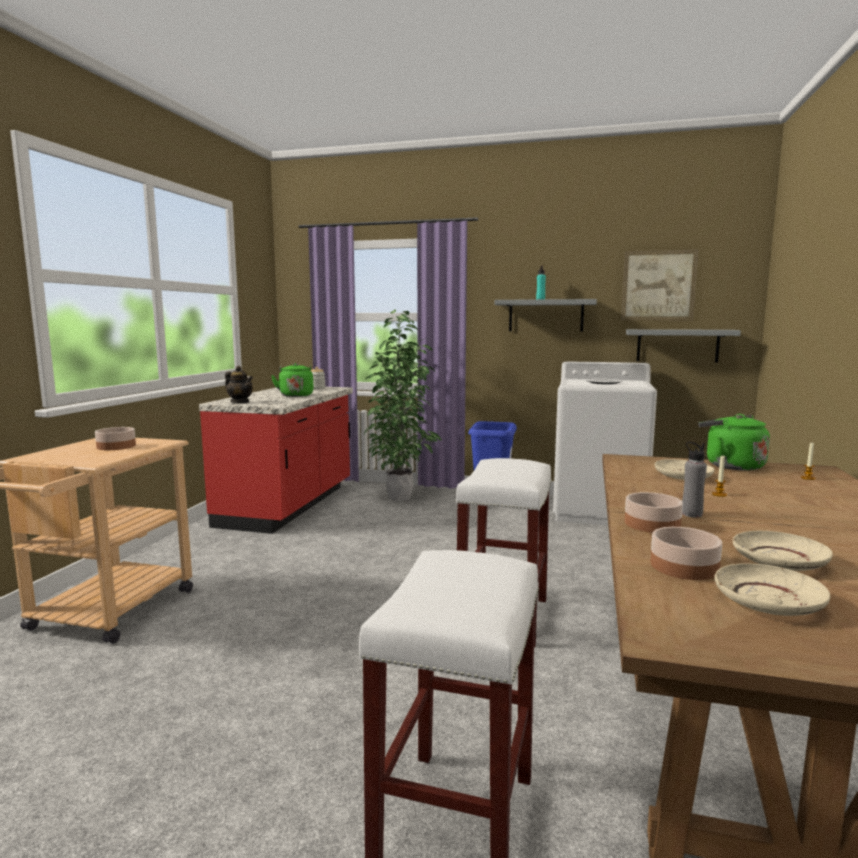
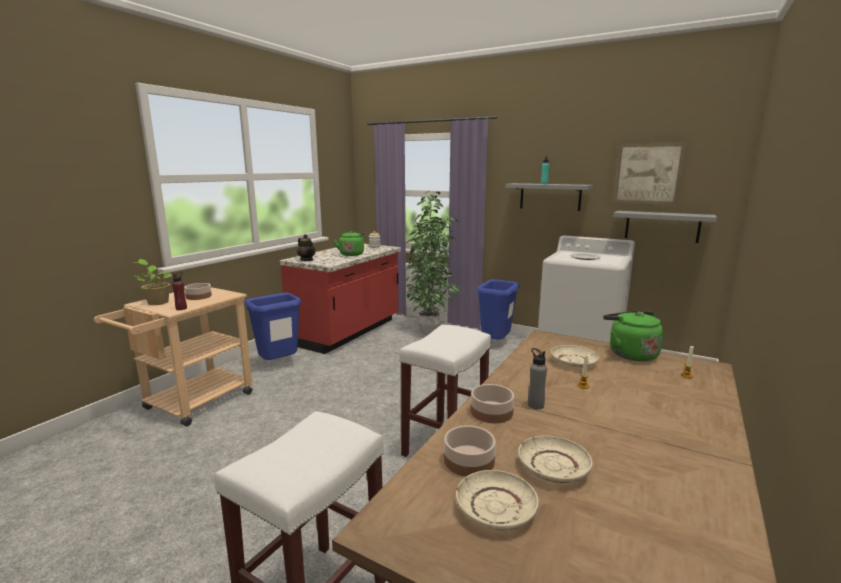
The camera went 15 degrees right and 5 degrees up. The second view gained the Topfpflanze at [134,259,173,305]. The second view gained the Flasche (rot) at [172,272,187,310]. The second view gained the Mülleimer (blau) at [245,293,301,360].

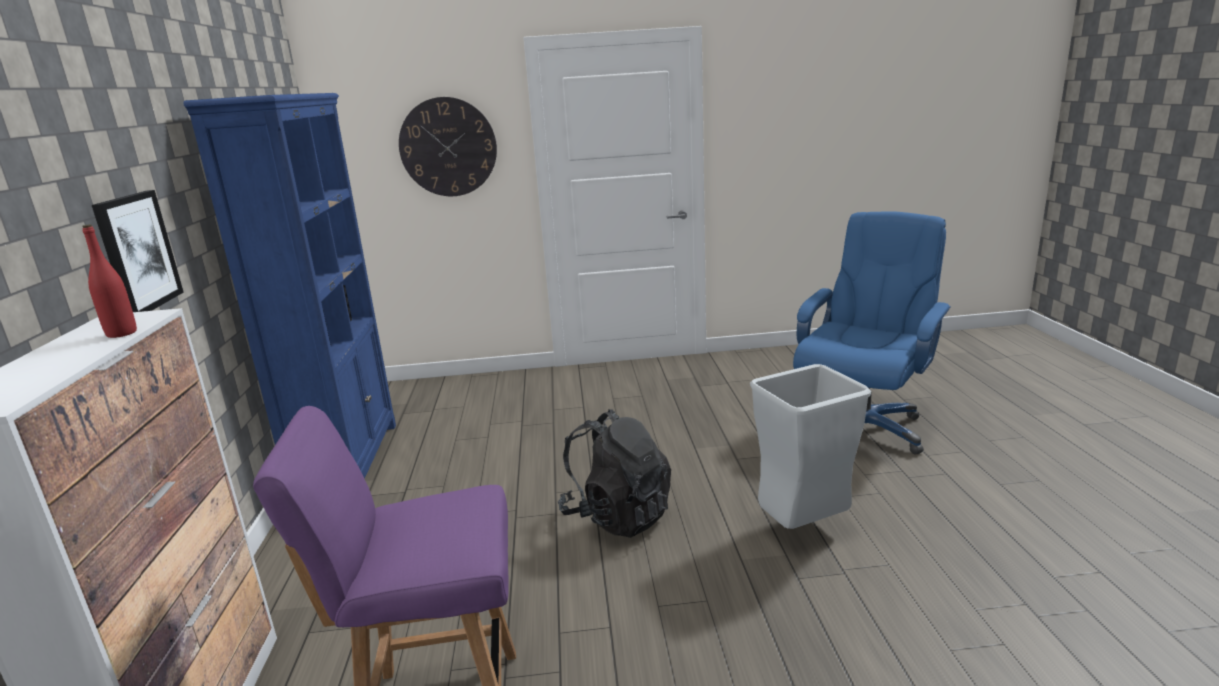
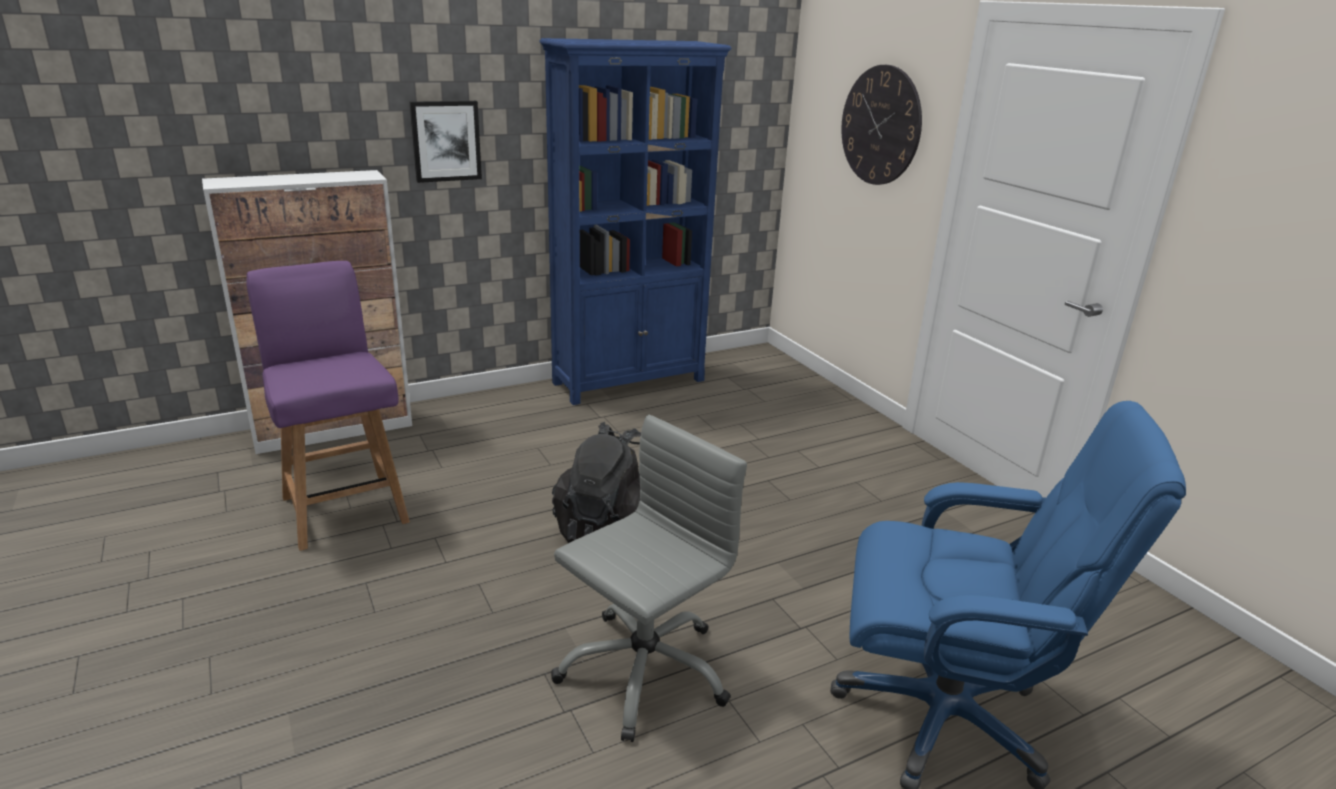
The camera went 65 degrees right and 5 degrees up. The second view lost the Flasche (rot) at [82,224,137,338]. Where the Mülleimer (grau) stood at [750,364,871,529], the Bürostuhl (grau) came to stand at [551,414,747,742].

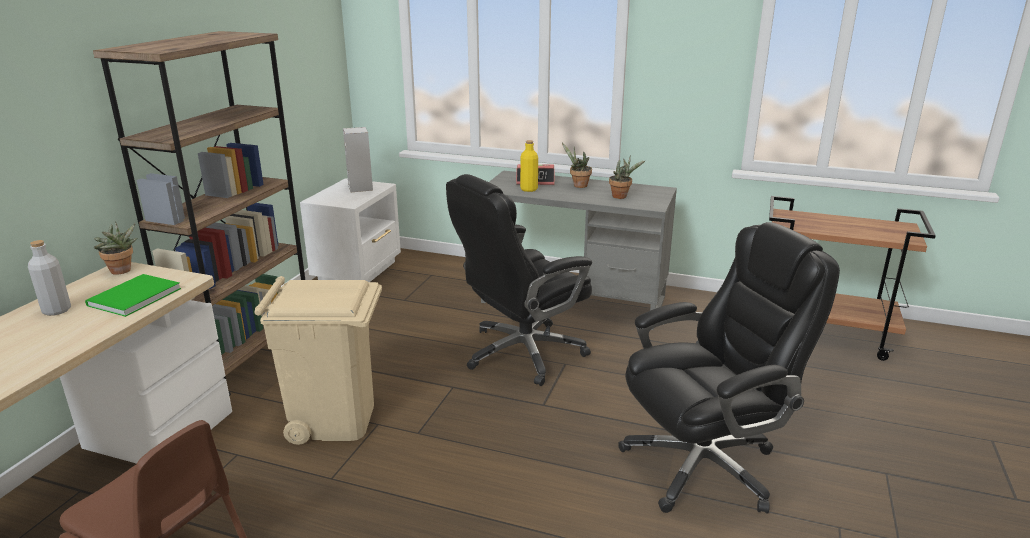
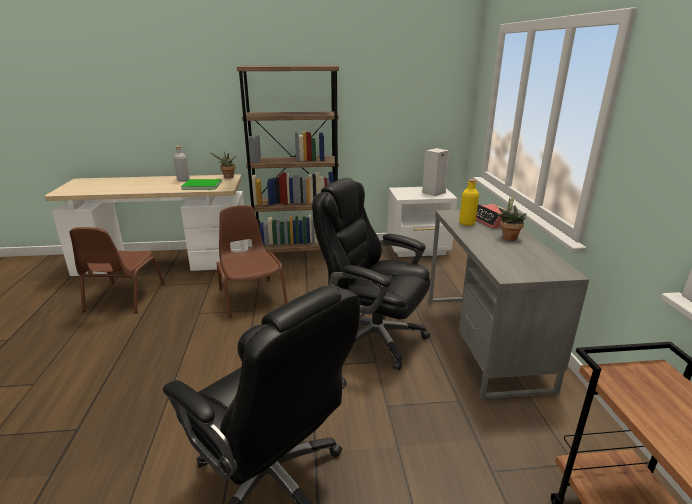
The camera went 65 degrees right and 0 degrees up. The second view lost the Topfpflanze at [609,155,645,199]. Where the Mülleimer (beige) stood at [255,276,382,445], the Stuhl (braun) came to stand at [217,205,288,318].

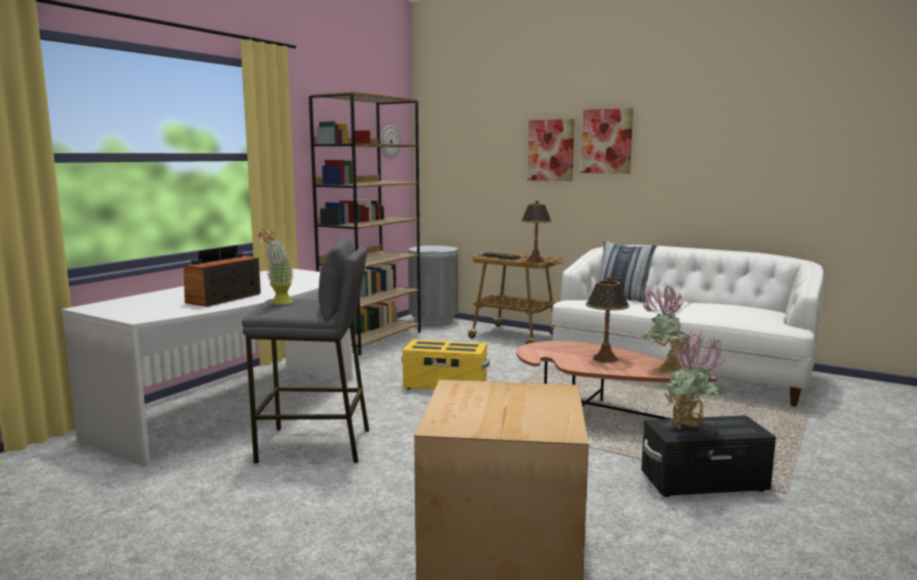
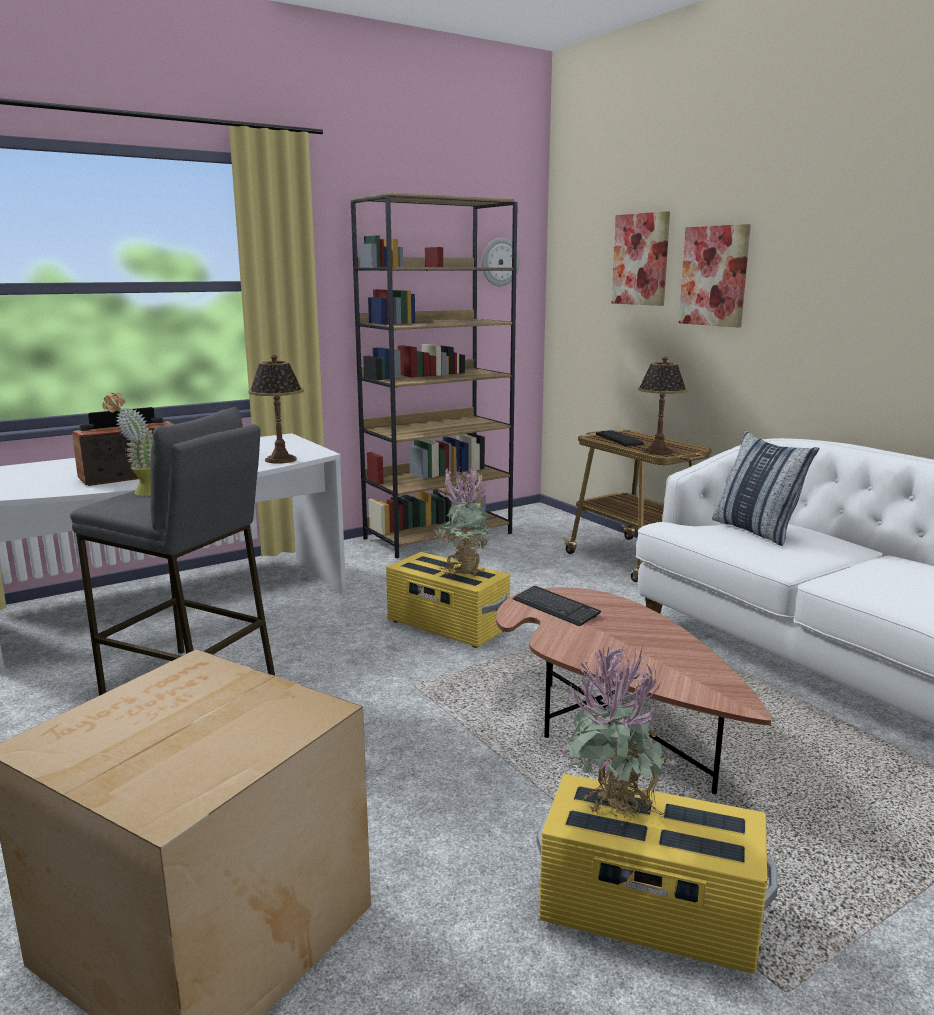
The camera went 25 degrees right and 5 degrees up. The Bild ended up elsewhere, having gone from [581,108,633,174] to [611,211,670,306]. The second view lost the Mülleimer (grau) at [408,245,458,326]. The Tischlampe ended up elsewhere, having gone from [586,277,630,363] to [248,355,304,464]. The Topfpflanze ended up elsewhere, having gone from [640,282,687,373] to [433,466,493,576]. What was the Aufbewahrungsbox (schwarz) at [641,415,776,497] turned into the Aufbewahrungsbox (gelb) at [537,774,778,974]. The second view gained the Tastatur at [513,586,601,626].

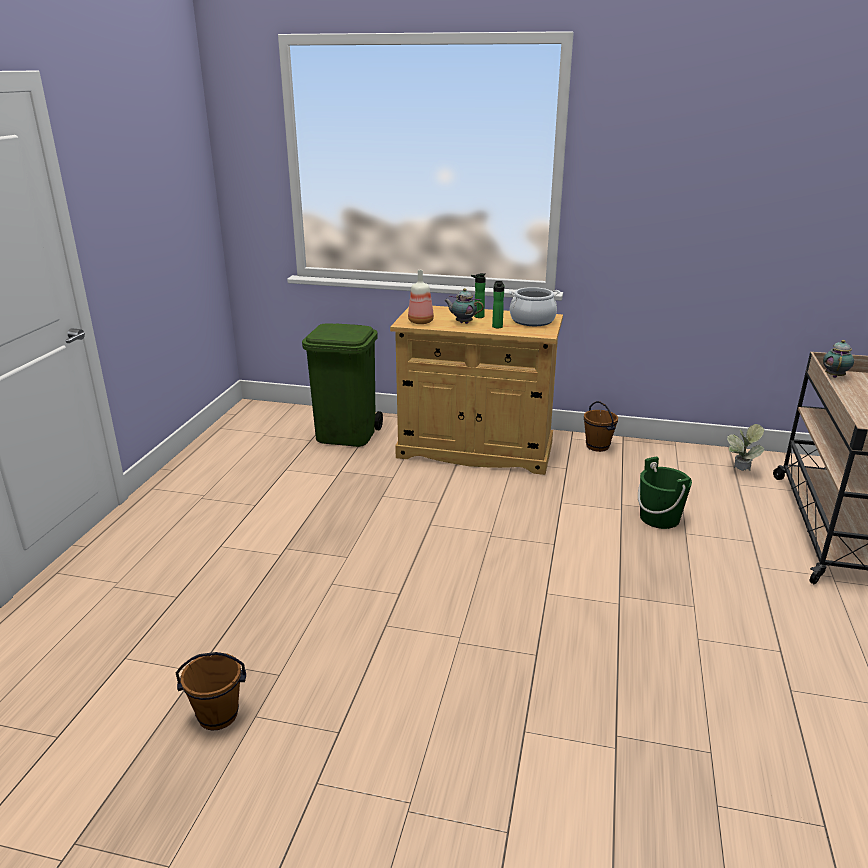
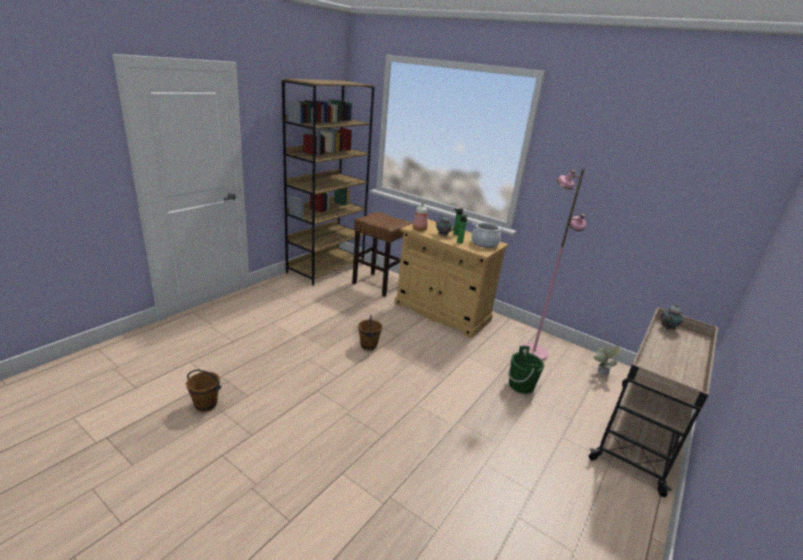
The camera went 20 degrees right and 0 degrees up. Where the Mülleimer (grün) stood at [302,323,383,447], the Hocker (braun) came to stand at [352,212,412,297]. The Eimer (braun) ended up elsewhere, having gone from [584,401,618,452] to [358,315,382,350]. The second view gained the Bücherregal (braun) at [282,79,374,286]. The second view gained the Stehlampe (rosa) at [521,169,586,361].

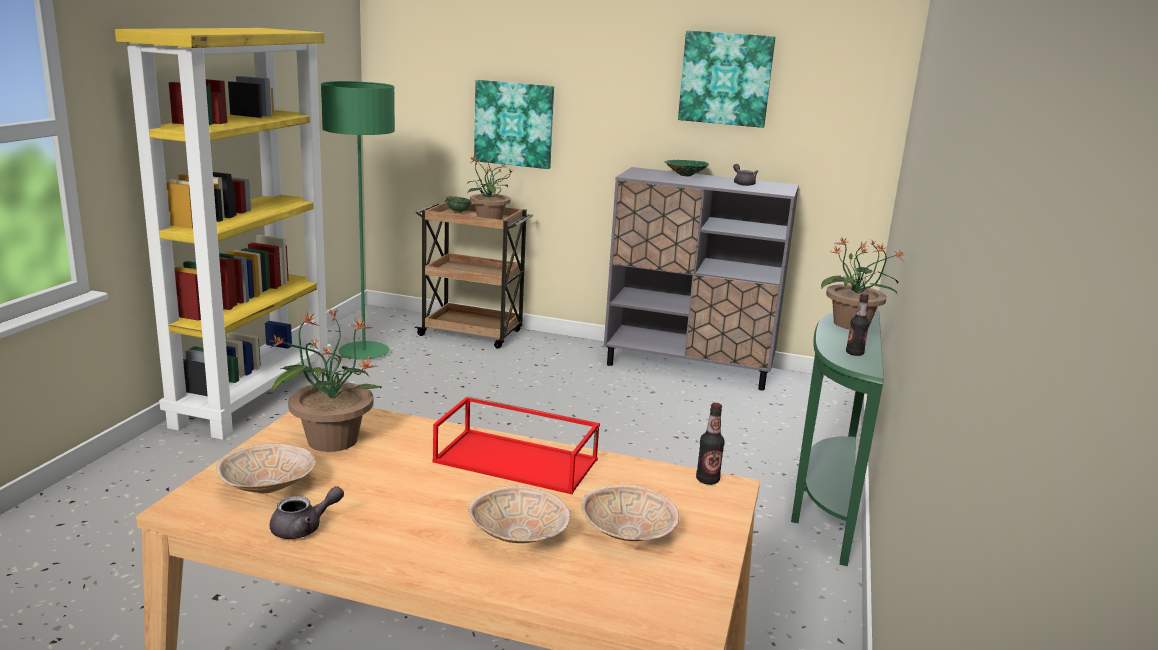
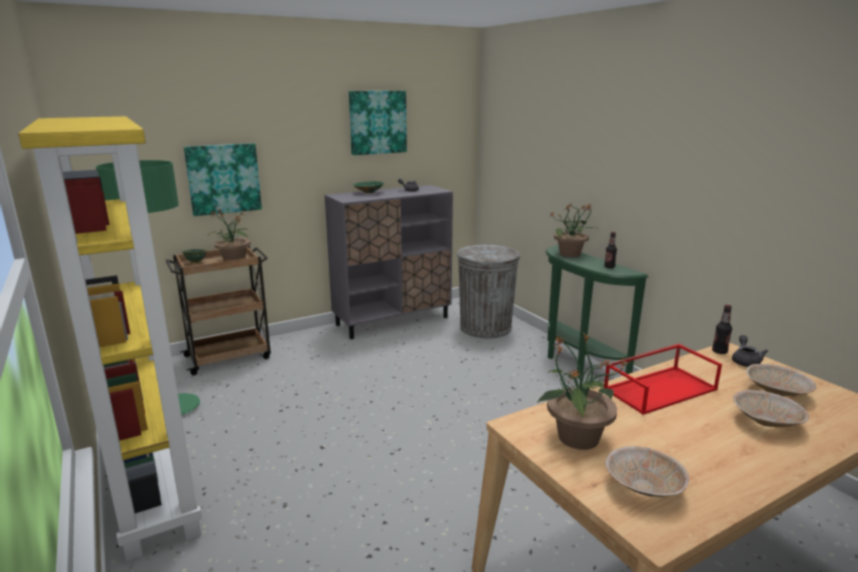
The camera went 45 degrees left and 0 degrees up. The Teekanne (grau) ended up elsewhere, having gone from [269,486,344,539] to [732,335,768,367]. The second view gained the Mülleimer (grau) at [457,245,520,339].

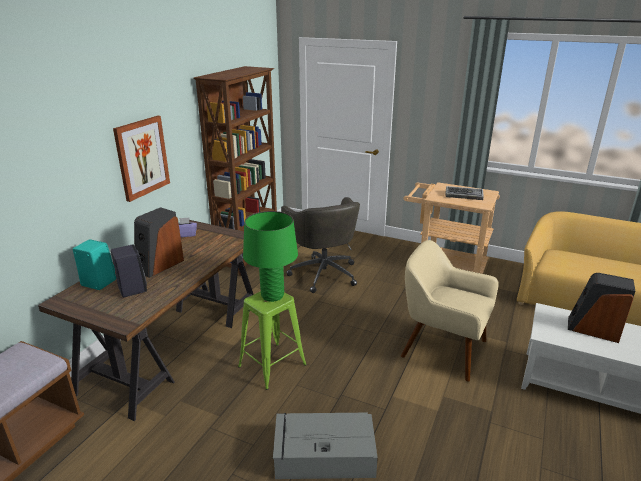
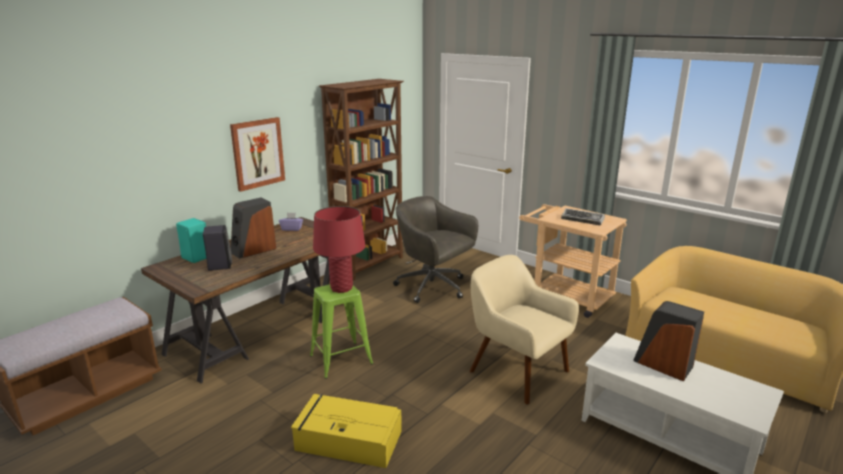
The camera went 15 degrees right and 5 degrees down. The Bürostuhl (grau) at [281,197,360,293] ended up facing another way, 135 degrees clockwise from before. What was the Tischlampe (grün) at [243,211,298,302] turned into the Tischlampe (rot) at [313,206,365,293]. What was the Aufbewahrungsbox (grau) at [273,413,378,479] turned into the Aufbewahrungsbox (gelb) at [291,394,402,468].

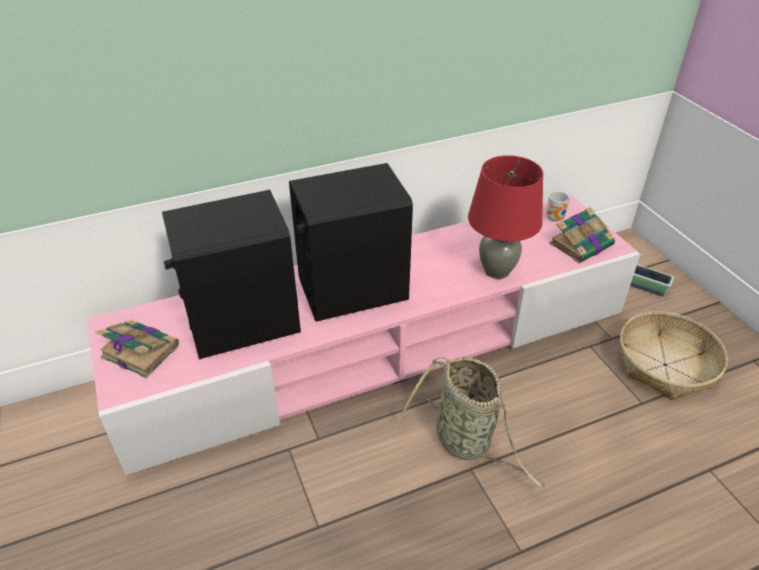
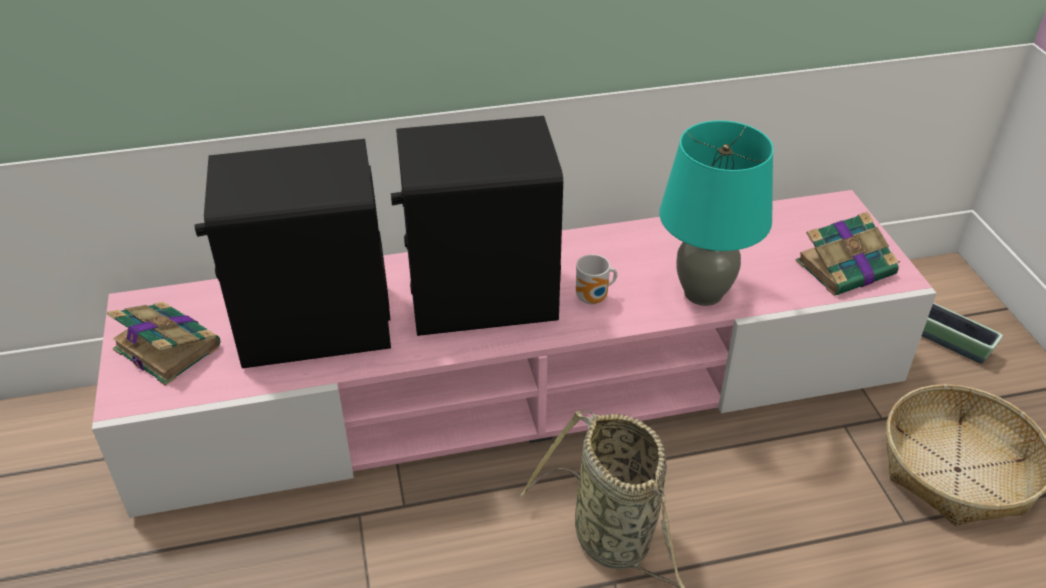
The camera went 10 degrees right and 0 degrees up. What was the Tischlampe (rot) at [468,155,543,279] turned into the Tischlampe (türkis) at [659,120,774,306]. The Henkelbecher ended up elsewhere, having gone from [546,191,570,222] to [576,254,617,304].

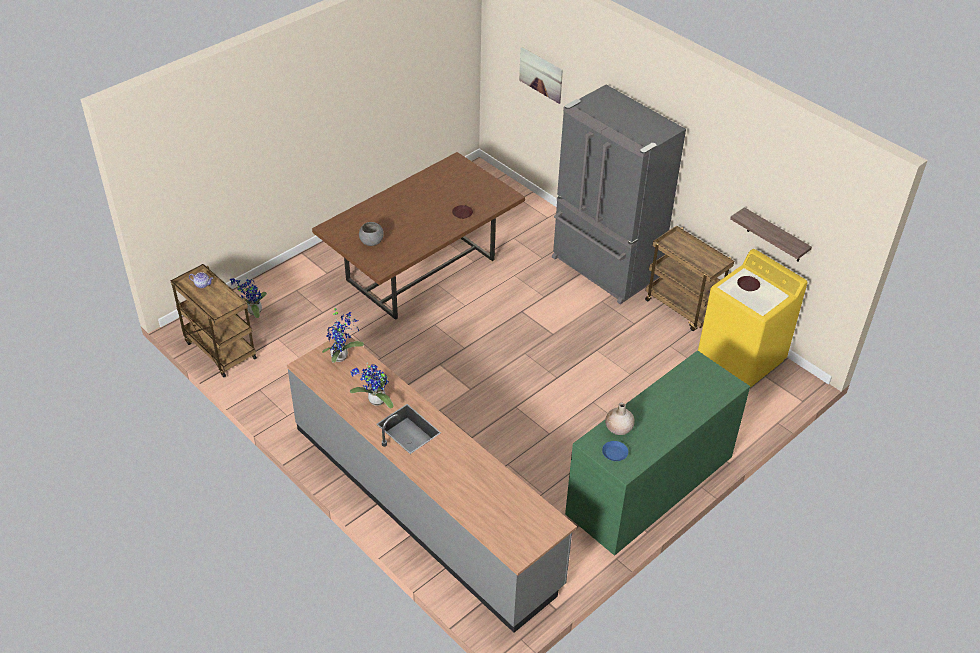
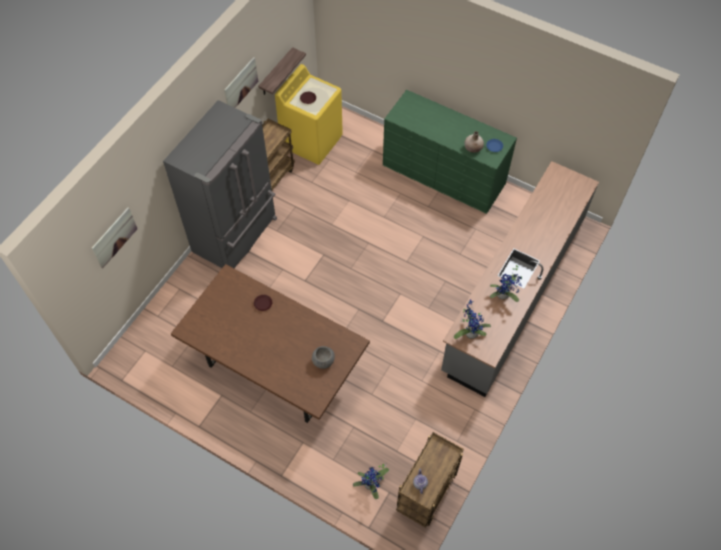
The camera went 105 degrees left and 15 degrees up. The second view gained the Bild at [224,57,258,108].

